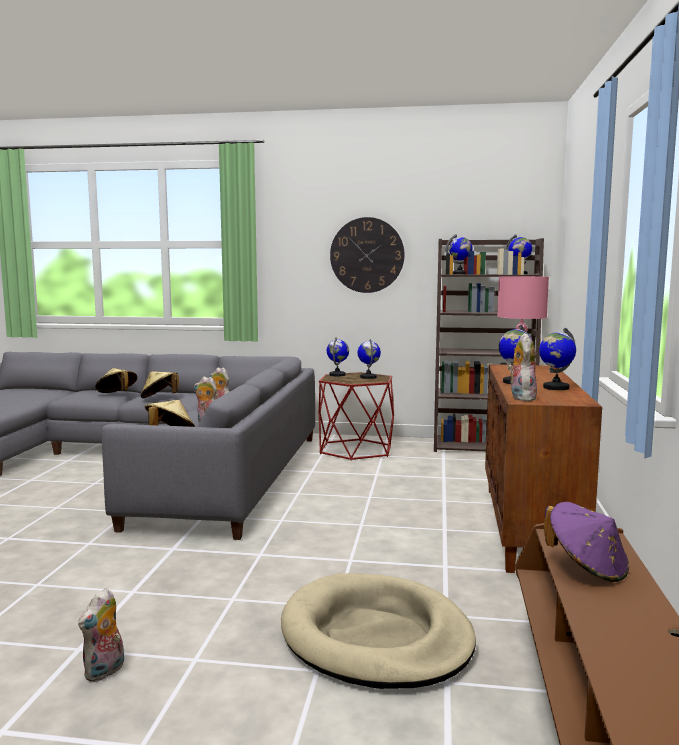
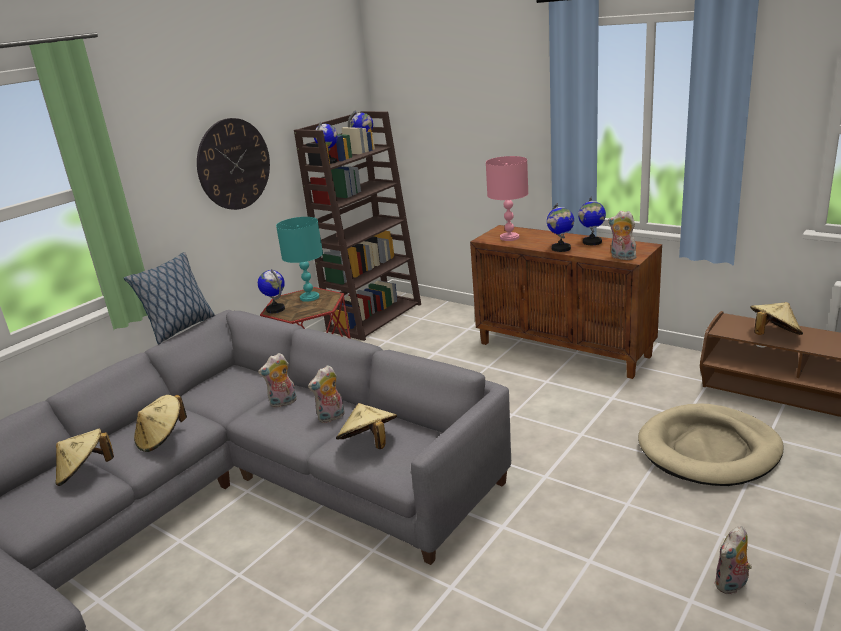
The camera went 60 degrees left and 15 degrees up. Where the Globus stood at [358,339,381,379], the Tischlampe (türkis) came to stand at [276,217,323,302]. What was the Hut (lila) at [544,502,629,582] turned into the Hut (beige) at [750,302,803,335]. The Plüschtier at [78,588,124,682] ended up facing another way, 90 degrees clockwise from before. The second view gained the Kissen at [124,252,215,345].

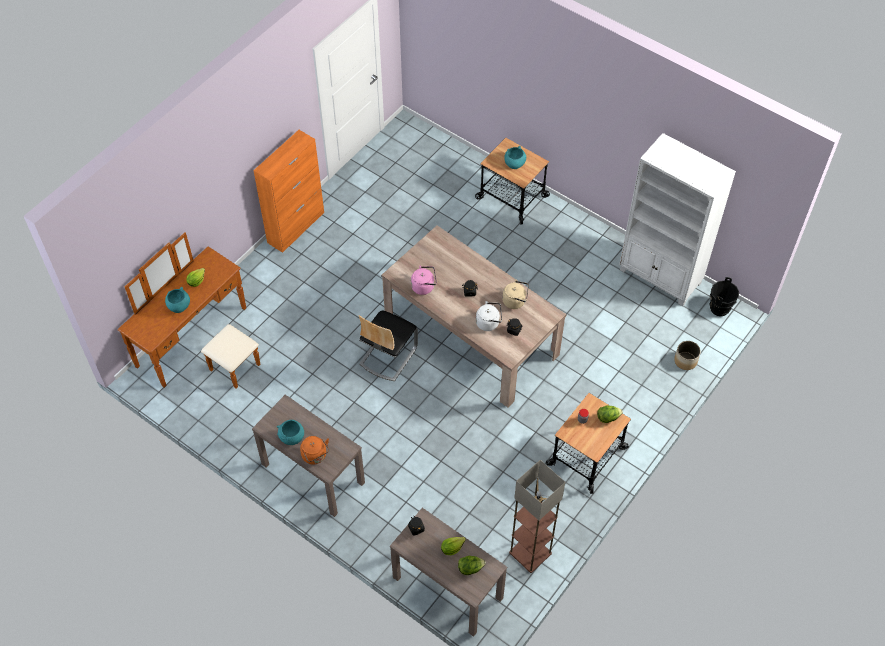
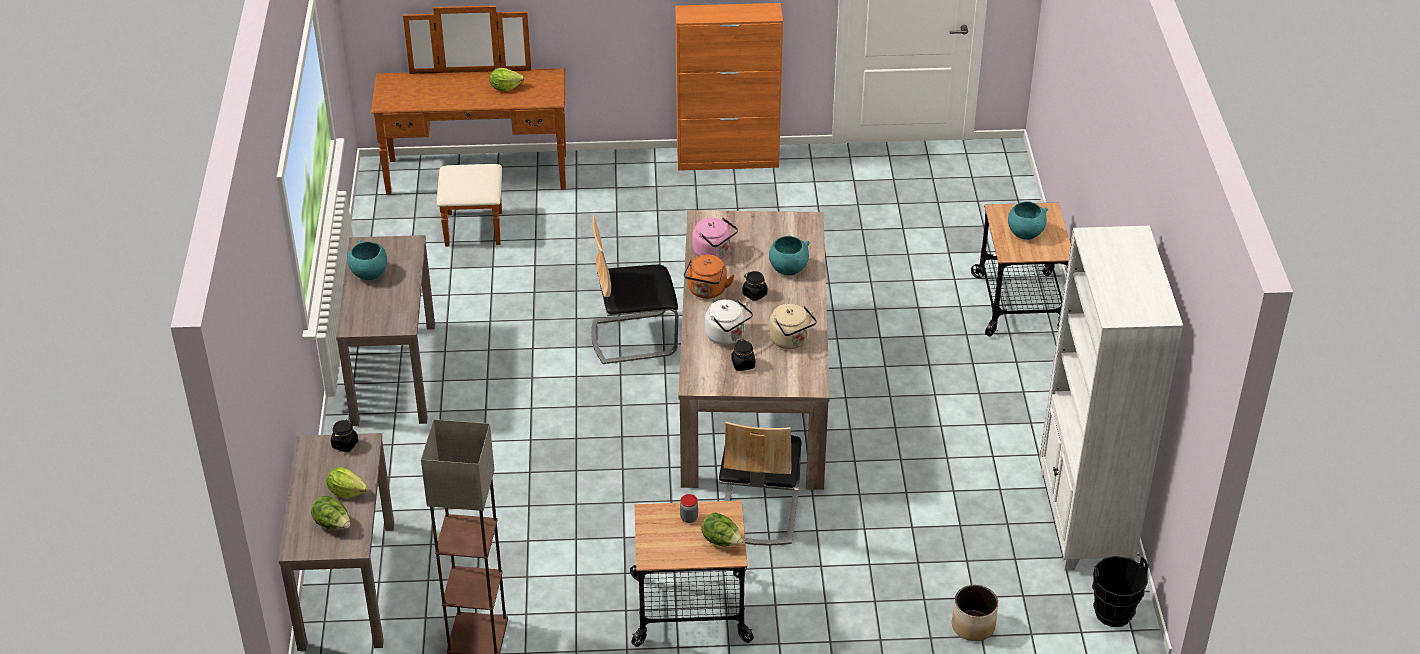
The camera went 50 degrees right and 15 degrees down. The Schüssel (türkis) ended up elsewhere, having gone from [165,287,190,313] to [769,236,810,276]. The Wasserkessel (orange) ended up elsewhere, having gone from [300,436,329,465] to [684,255,735,299]. The second view gained the Stuhl at [719,422,802,545].

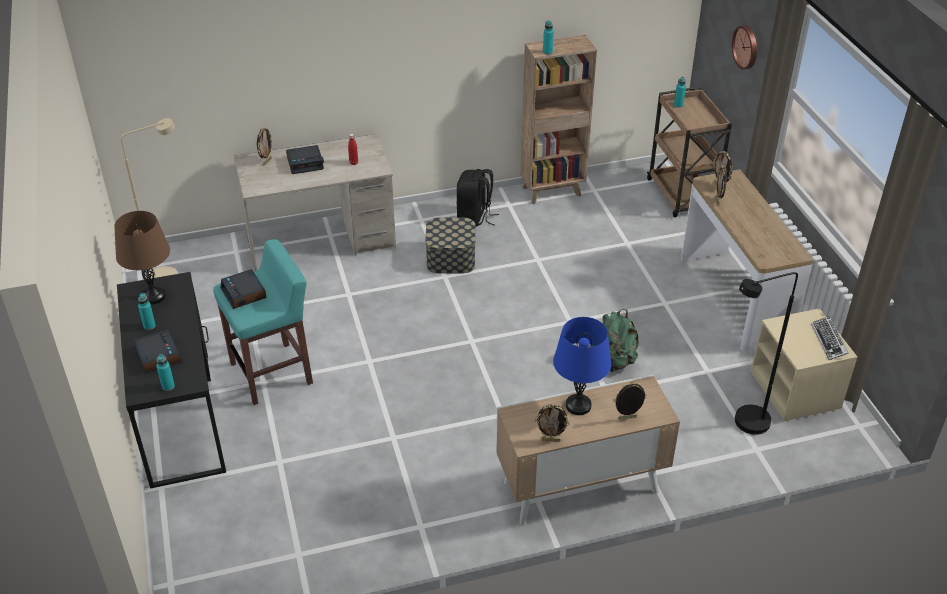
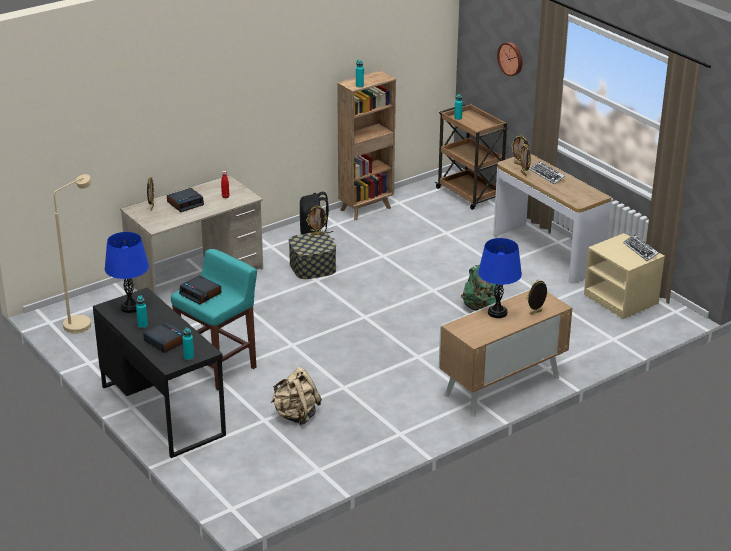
The camera went 20 degrees left and 10 degrees down. What was the Tischlampe (braun) at [115,211,170,304] turned into the Tischlampe (blau) at [105,232,149,313]. The second view lost the Stehlampe (schwarz) at [735,272,798,435]. The Bilderrahmen ended up elsewhere, having gone from [535,404,570,442] to [306,205,328,235]. The second view gained the Tastatur at [529,161,565,185]. The second view gained the Rucksack (beige) at [270,367,322,425].

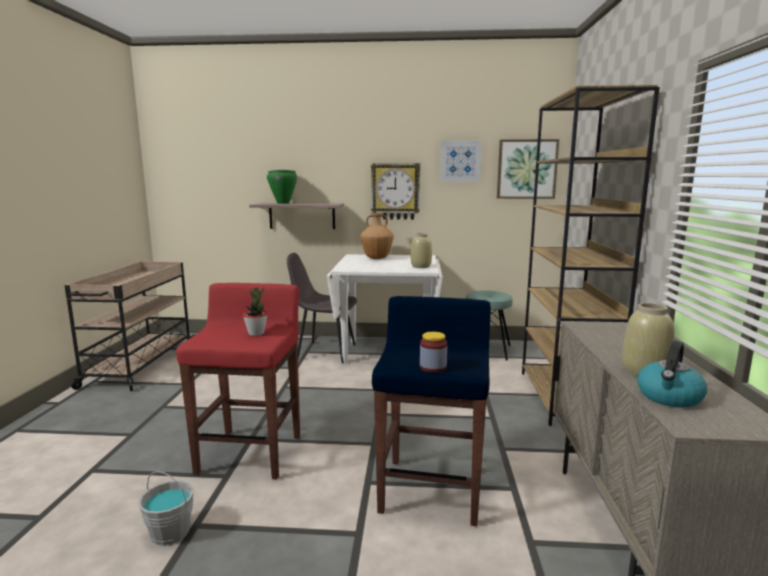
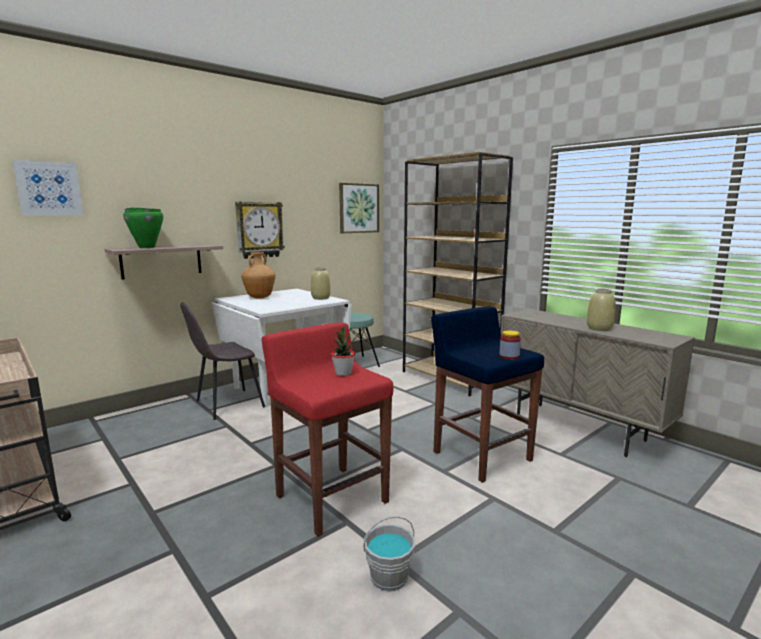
The camera went 45 degrees left and 0 degrees up. The Bild ended up elsewhere, having gone from [440,140,482,182] to [13,160,83,215]. The second view lost the Wasserkessel at [637,341,707,407].

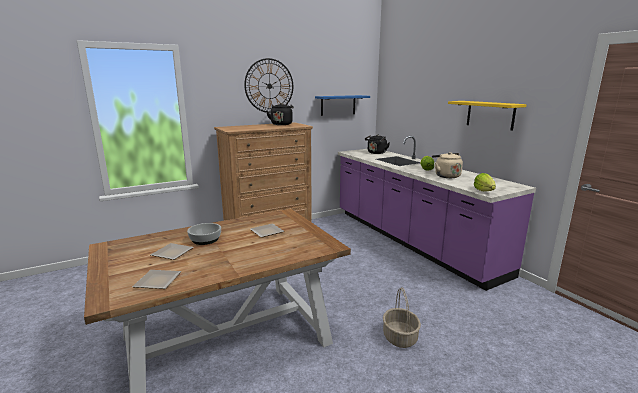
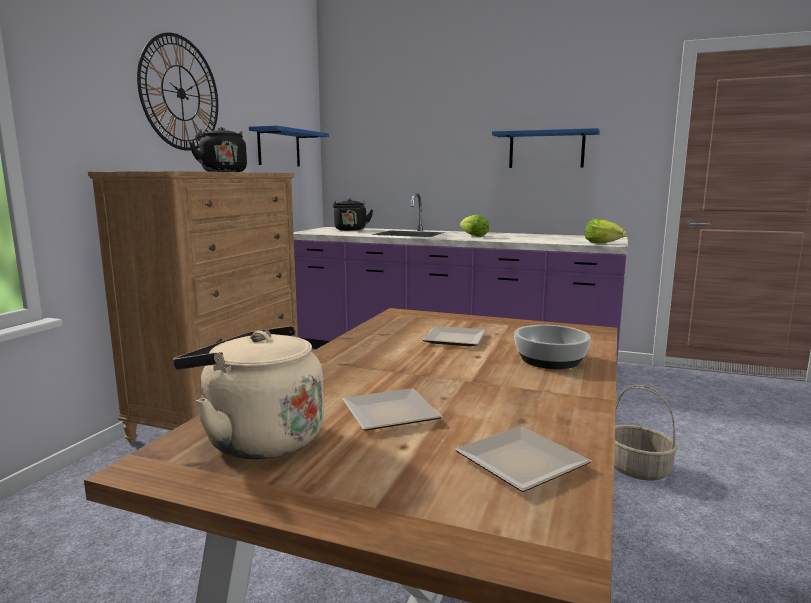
The camera went 40 degrees left and 5 degrees down. What was the Wandregal (gelb) at [448,101,526,131] turned into the Wandregal (blau) at [492,128,600,168]. The Wasserkessel (beige) ended up elsewhere, having gone from [432,152,463,178] to [173,326,324,459]. The Schüssel ended up elsewhere, having gone from [187,223,221,245] to [514,325,591,369].

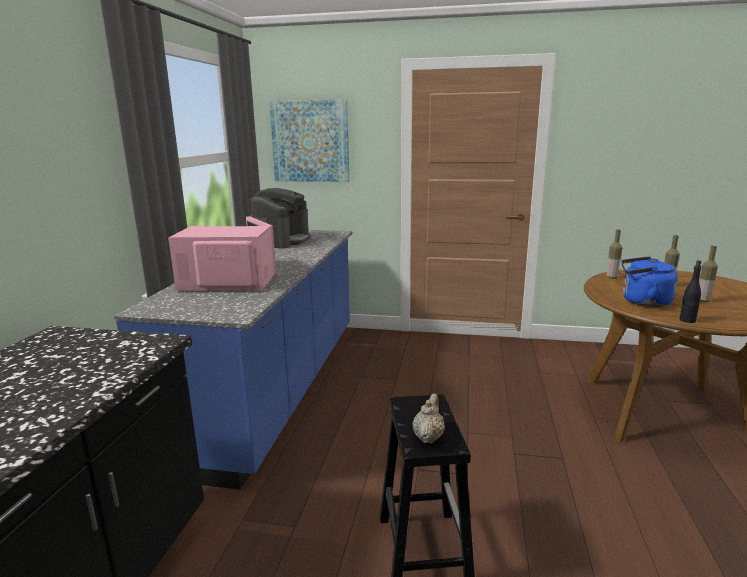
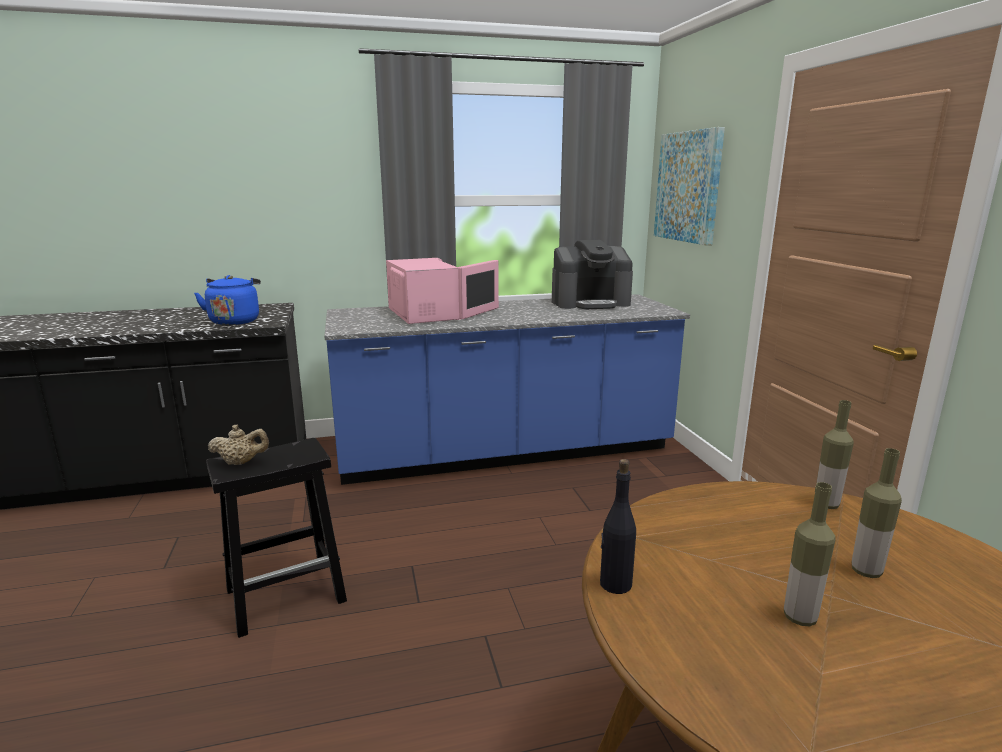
The camera went 65 degrees right and 0 degrees up. The Wasserkessel (blau) ended up elsewhere, having gone from [621,256,678,307] to [194,275,261,325].

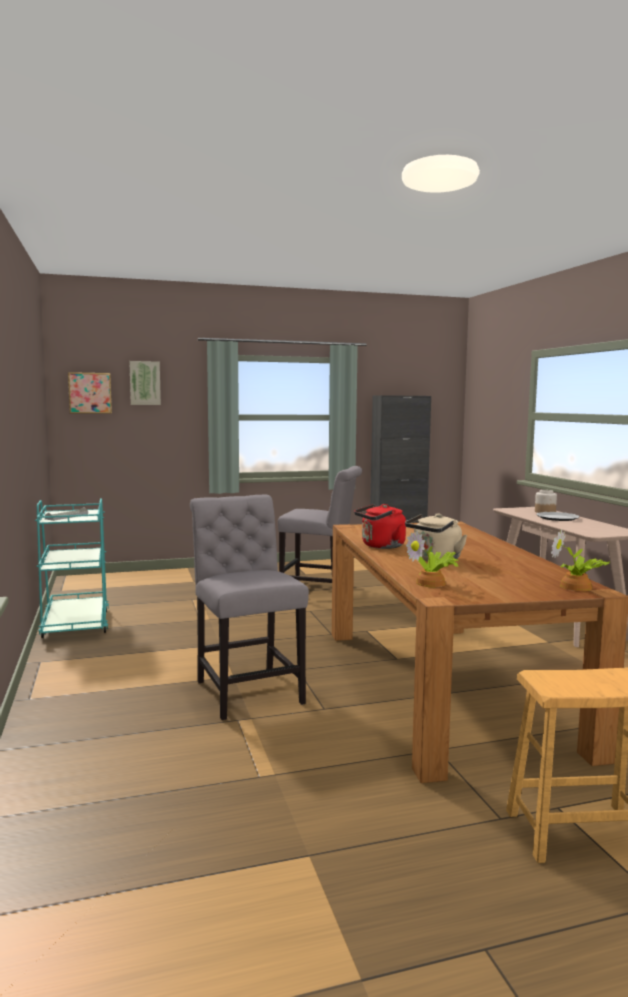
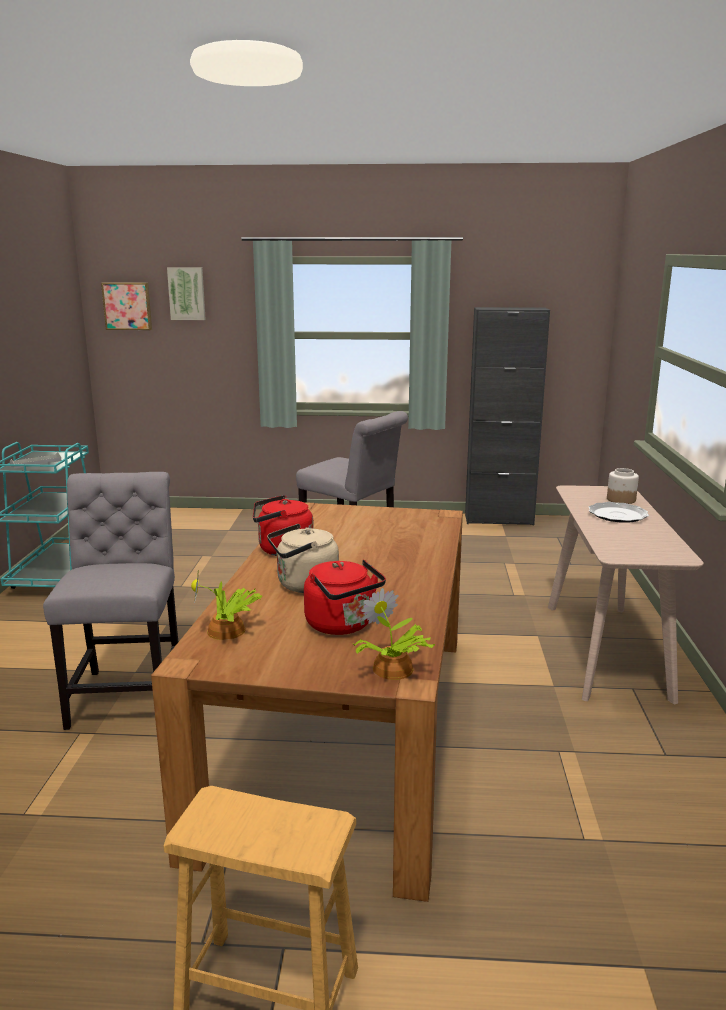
The camera went 20 degrees right and 10 degrees up. The second view gained the Wasserkessel (rot) at [304,560,386,635].

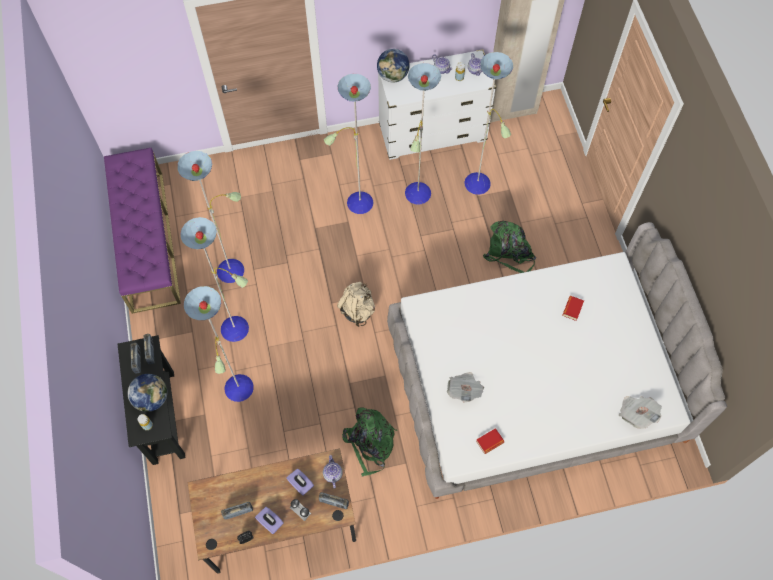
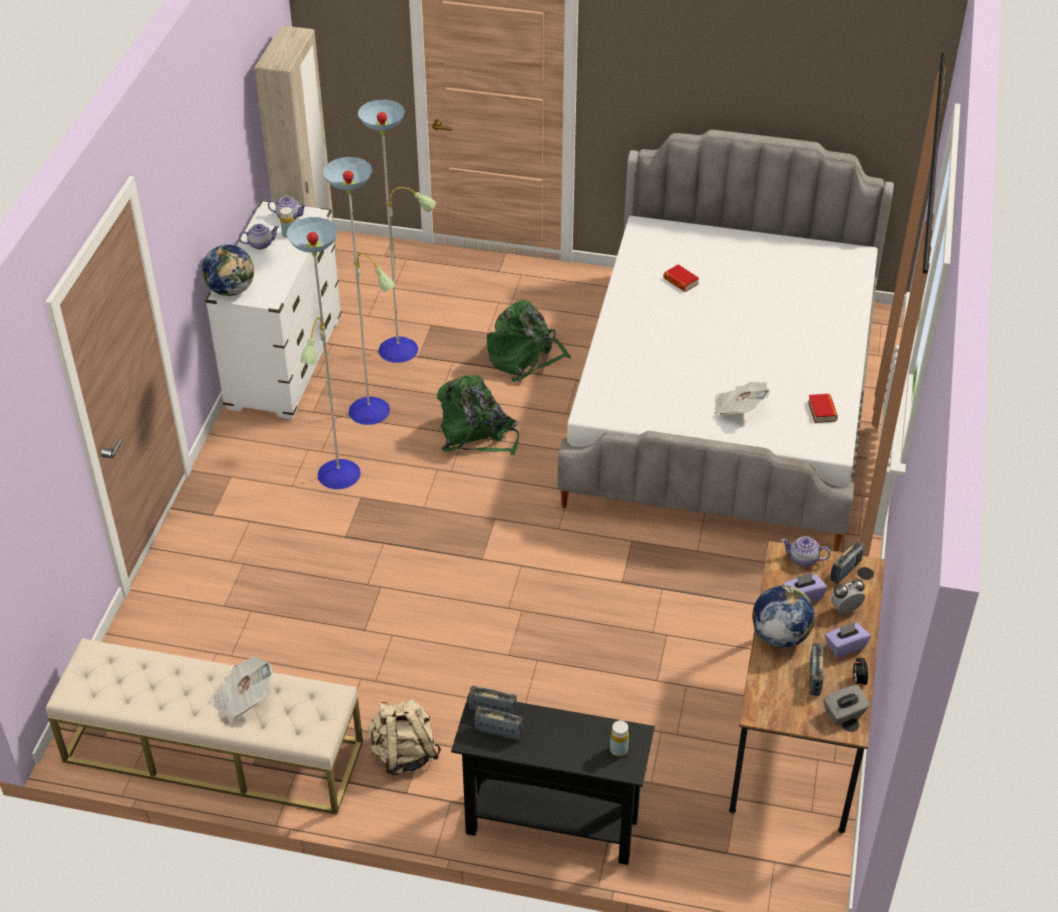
The camera went 65 degrees left and 20 degrees down. What was the Bank (lila) at [104,148,181,314] turned into the Bank (beige) at [46,638,363,814]. The second view lost the Stehlampe at [177,151,254,402]. The Rucksack (beige) ended up elsewhere, having gone from [337,282,375,327] to [368,699,441,775]. The Globus ended up elsewhere, having gone from [128,374,167,412] to [752,585,815,648]. The Zeitung ended up elsewhere, having gone from [618,396,662,429] to [210,656,274,722]. The Rucksack (grün) ended up elsewhere, having gone from [342,407,397,476] to [437,375,519,455]. The second view gained the Taschentuchbox (grau) at [824,685,870,725].

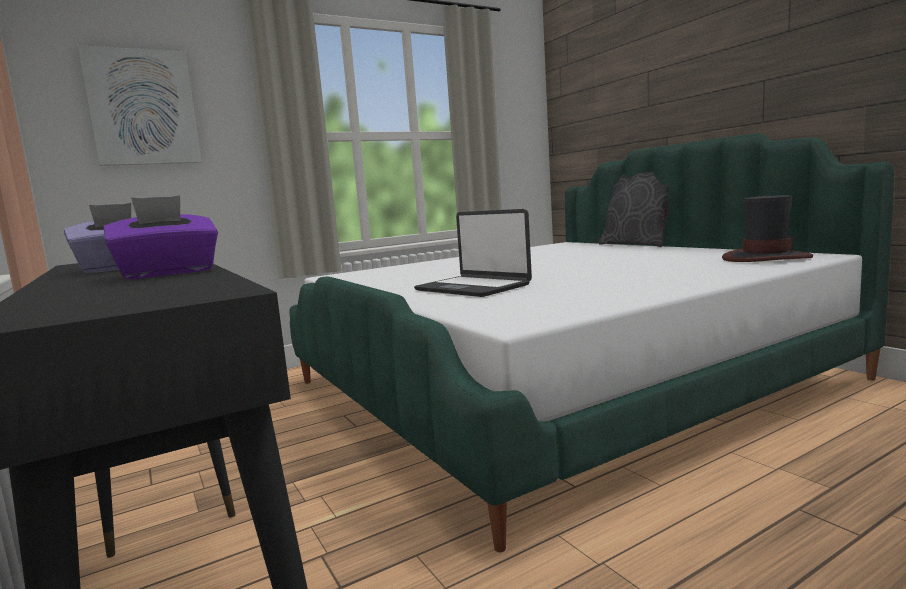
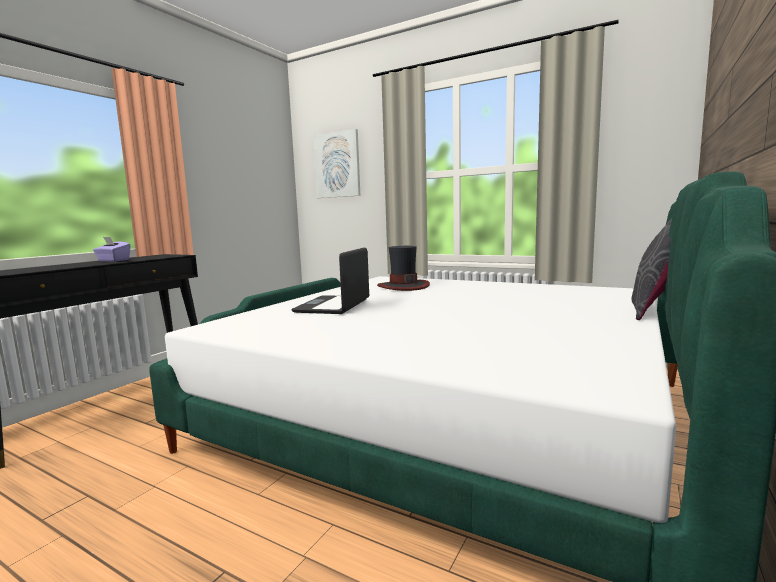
The camera went 60 degrees right and 0 degrees up. The second view lost the Taschentuchbox (lila) at [104,195,218,279]. The Hut ended up elsewhere, having gone from [722,195,813,262] to [377,246,430,291].

